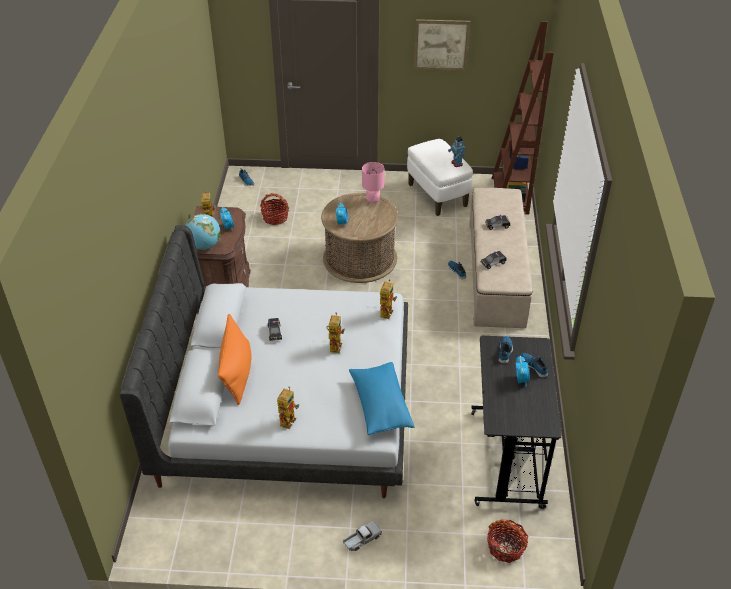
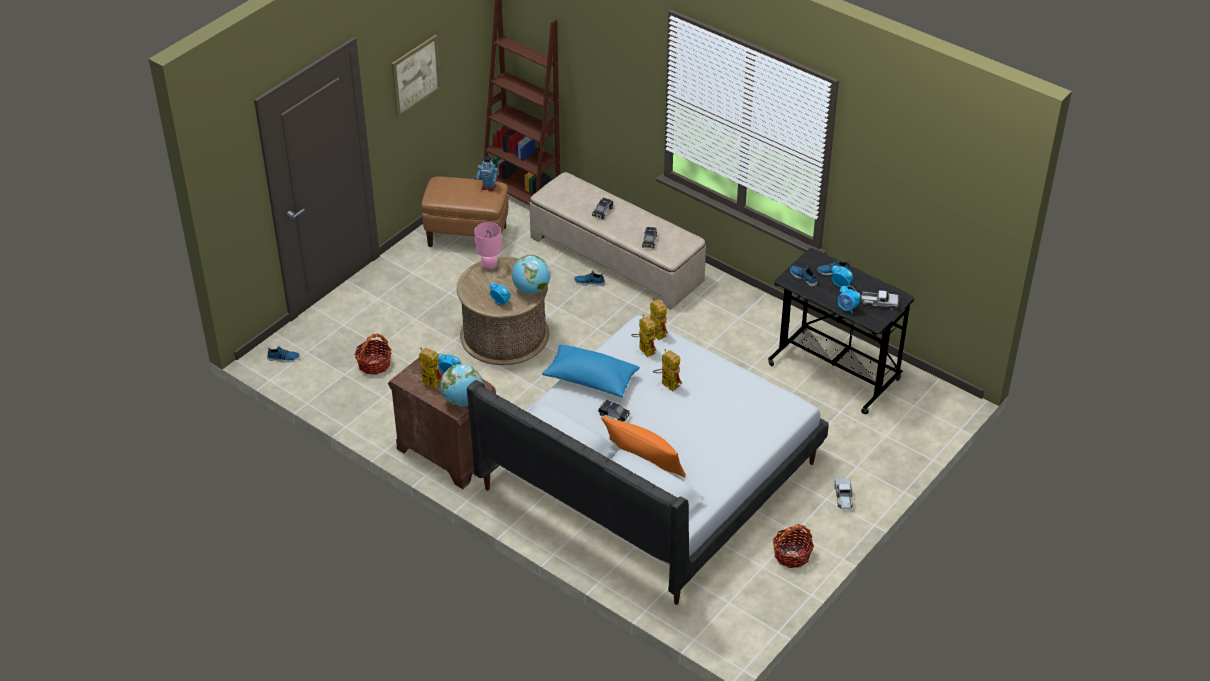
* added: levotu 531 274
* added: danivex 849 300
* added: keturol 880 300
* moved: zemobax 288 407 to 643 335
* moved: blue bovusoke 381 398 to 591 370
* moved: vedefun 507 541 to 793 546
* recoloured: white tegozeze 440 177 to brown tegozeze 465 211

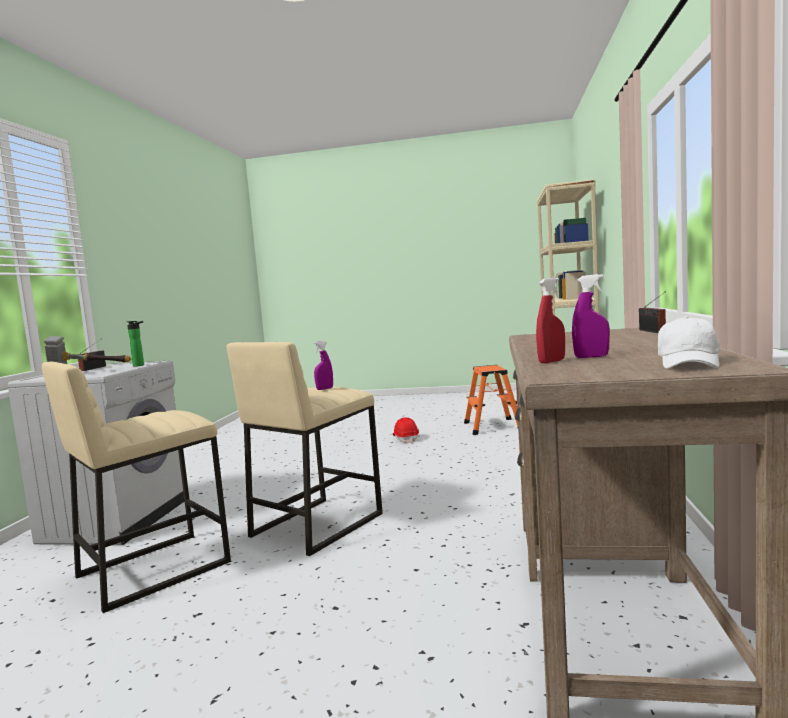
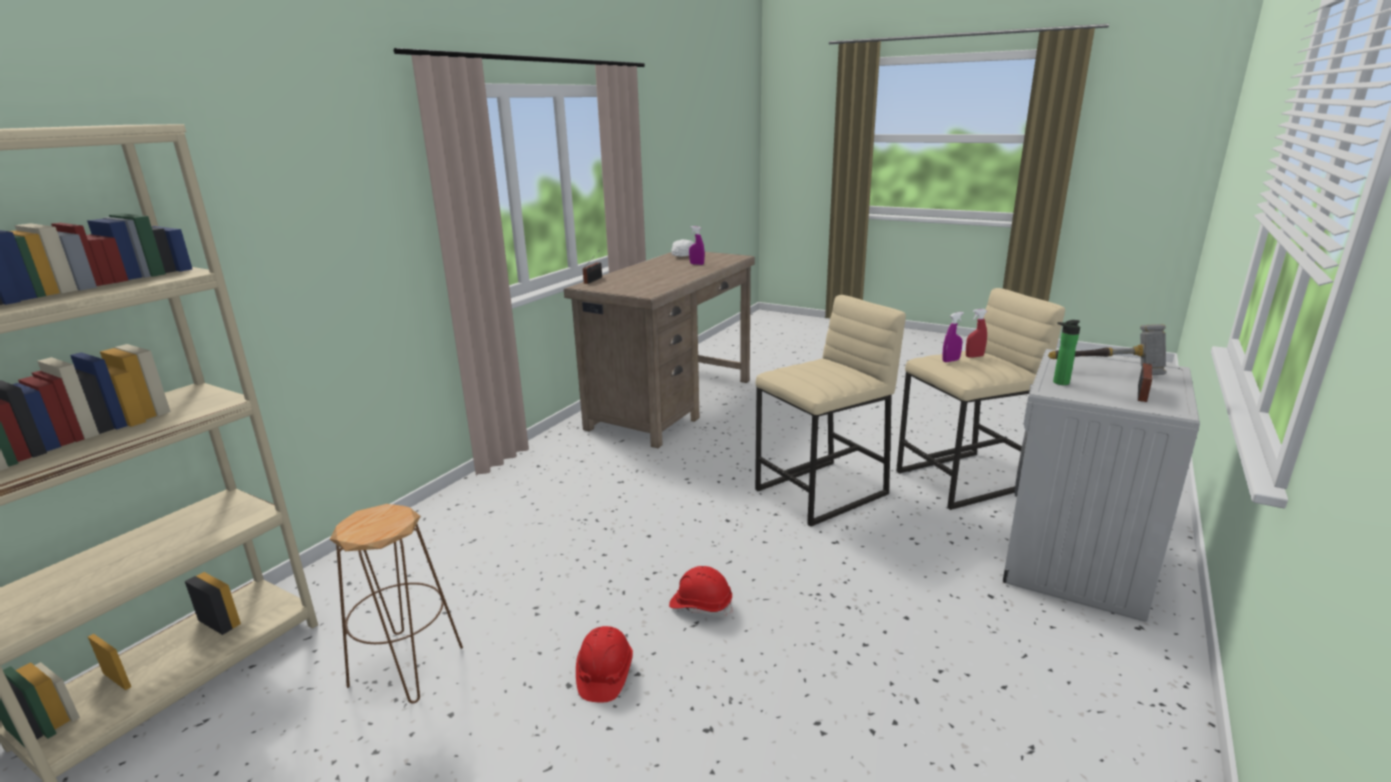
* added: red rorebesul 701 591
* moved: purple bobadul 323 365 to 953 337
* moved: red bobadul 550 320 to 976 333
* replaced: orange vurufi 491 400 to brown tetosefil 396 604

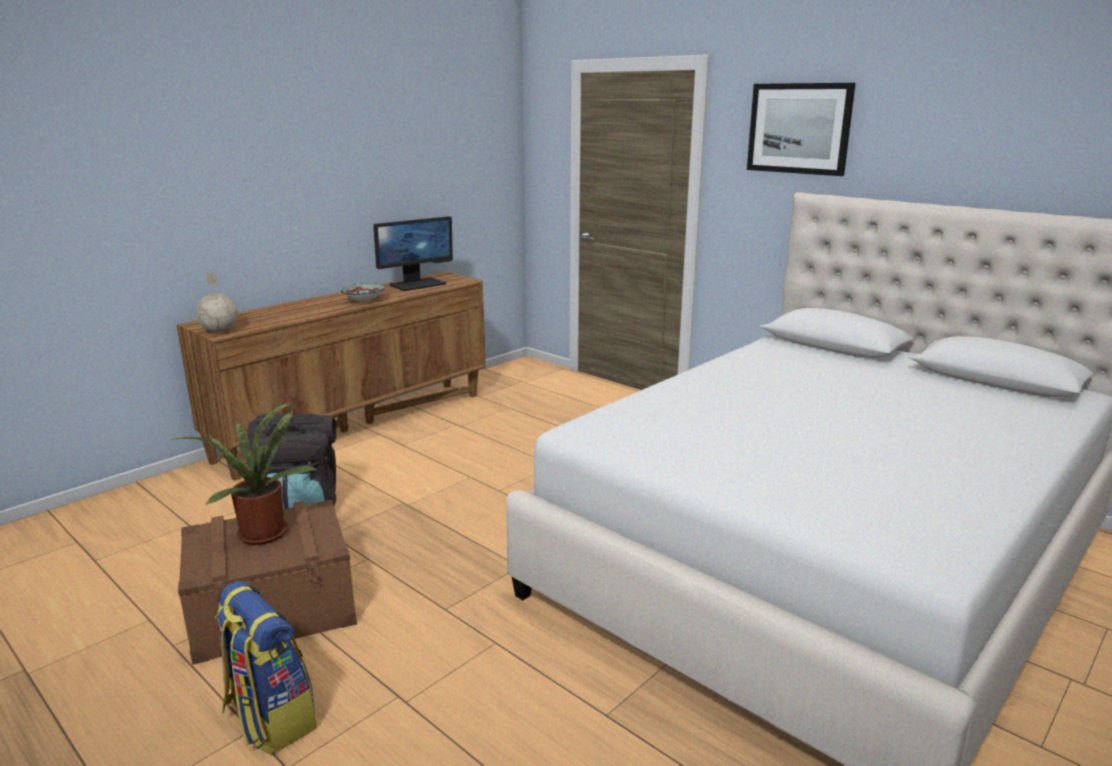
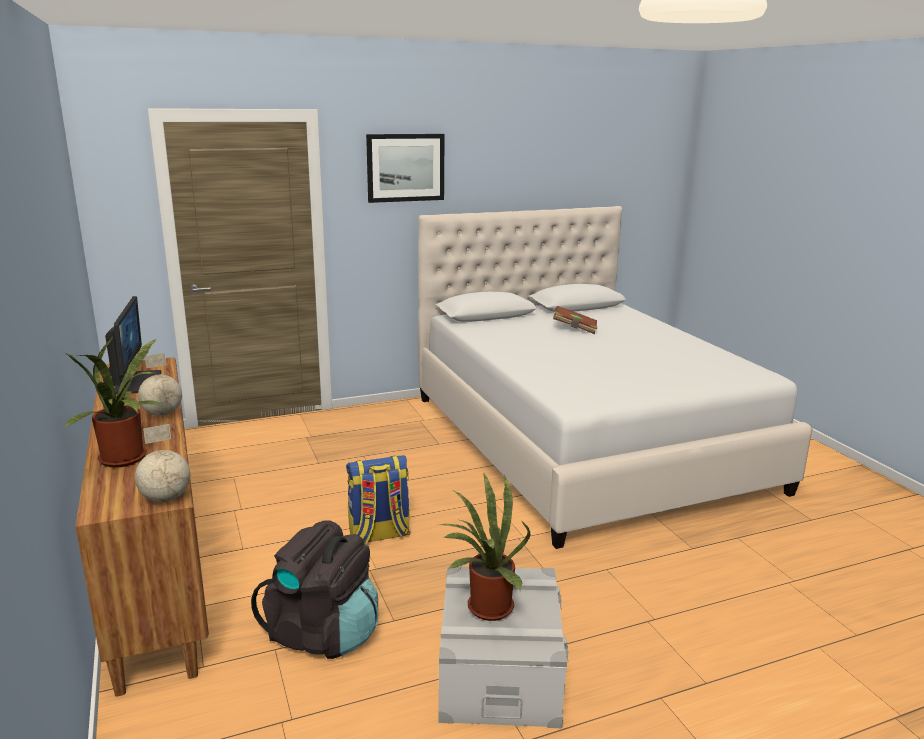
* added: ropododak 113 401
* added: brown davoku 575 320
* moved: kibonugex 266 668 to 378 499
* replaced: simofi 363 292 to levotu 160 384
* recoloured: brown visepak 267 582 to grey visepak 504 647

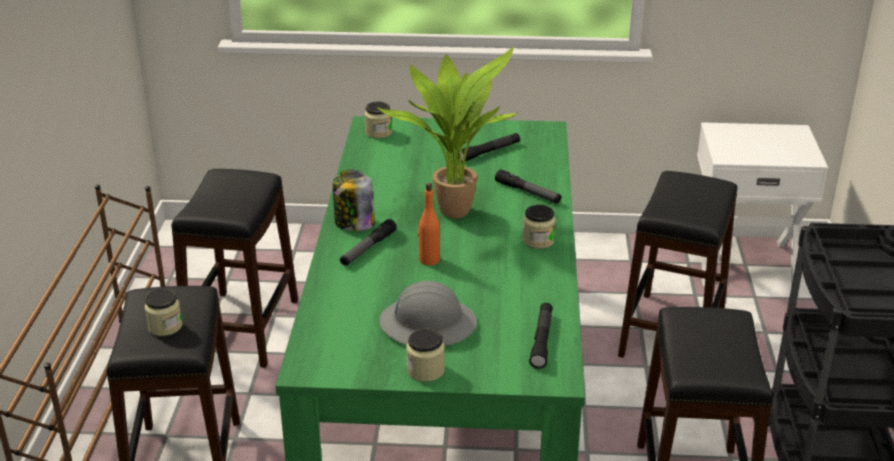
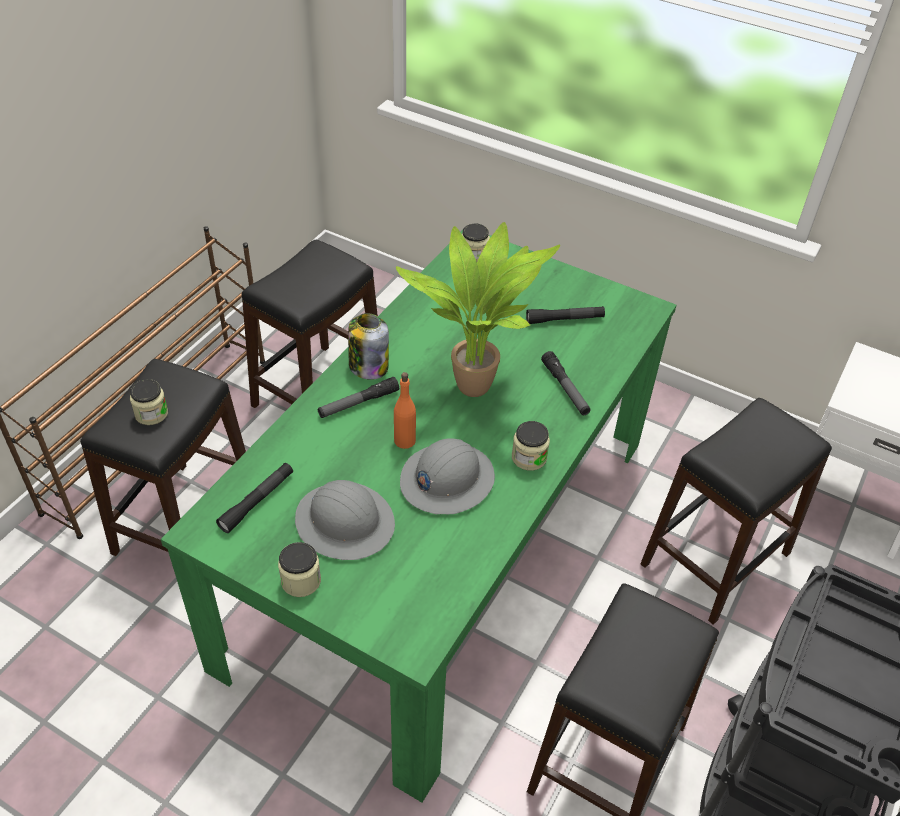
* added: grey rorebesul 447 476
* moved: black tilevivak 541 336 to 254 498

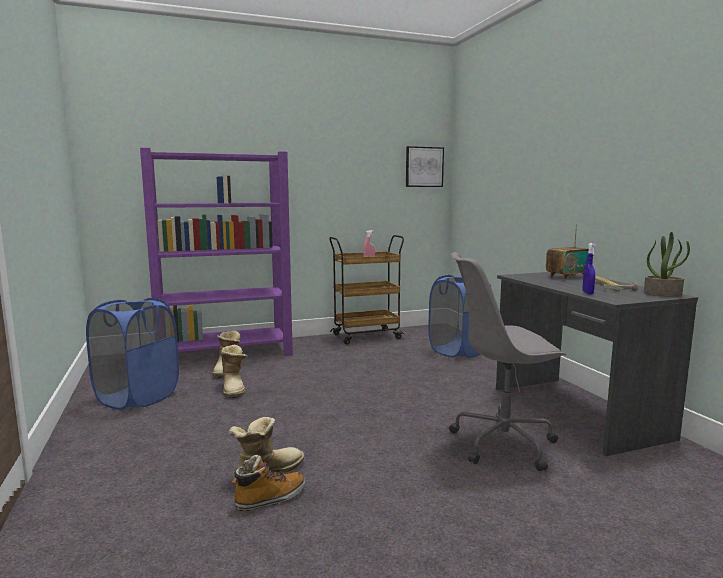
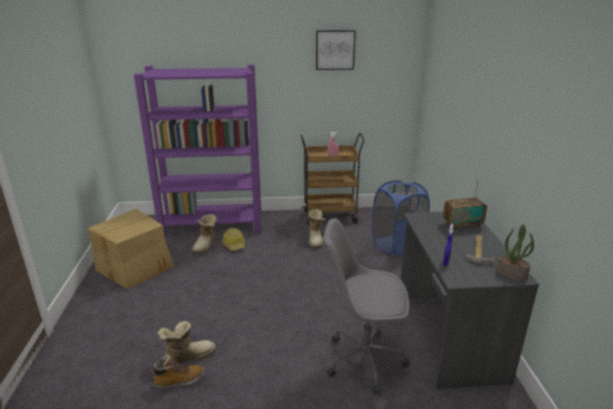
* added: rorebesul 233 239
* moved: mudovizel 234 372 to 317 228
* moved: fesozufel 425 166 to 336 50
* replaced: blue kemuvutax 132 354 to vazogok 131 249

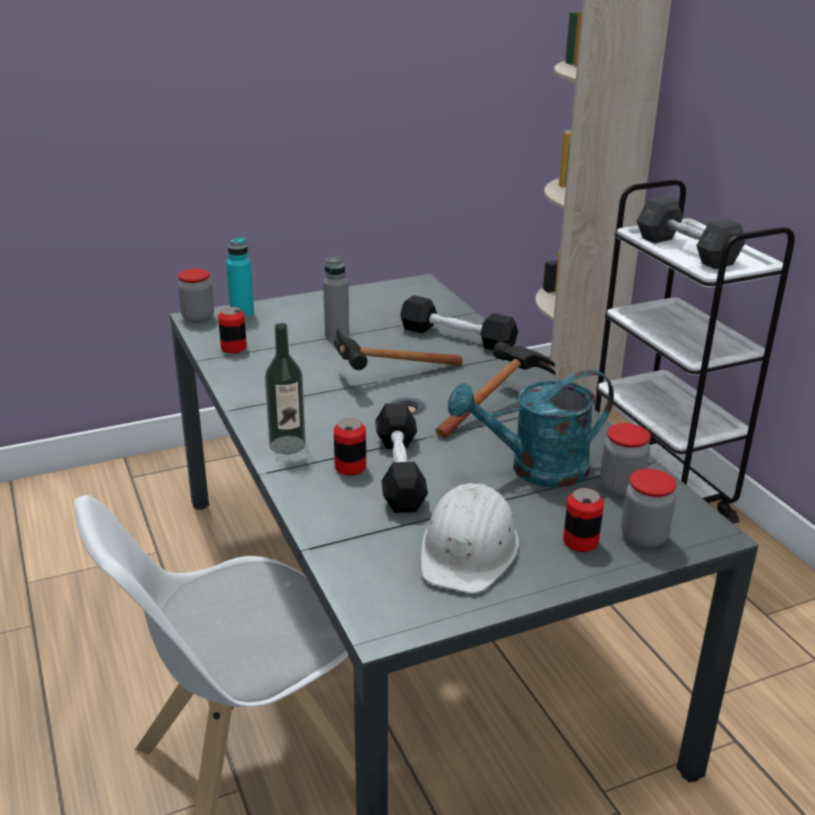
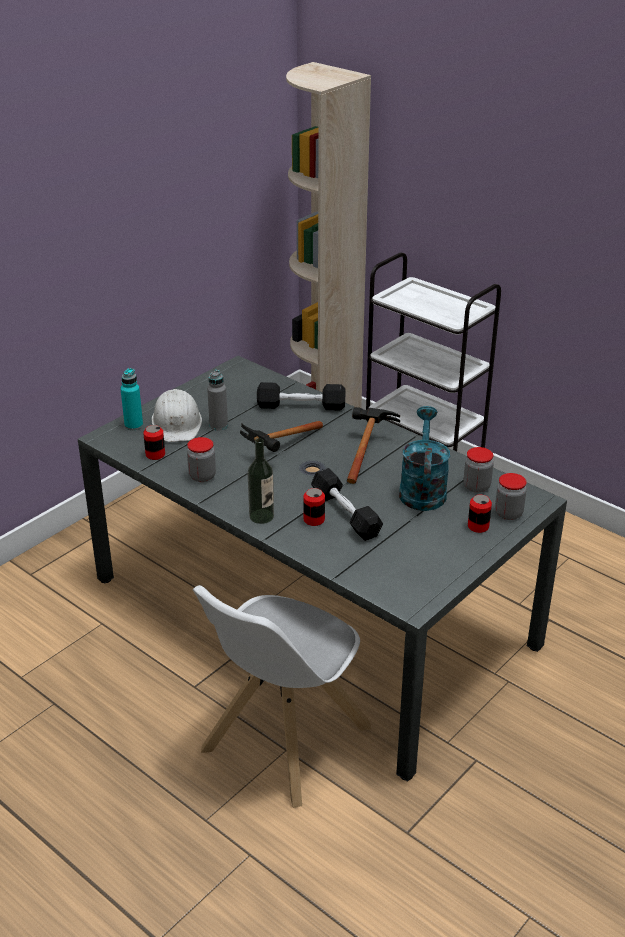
* removed: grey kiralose 691 232
* moved: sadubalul 196 296 to 201 459
* moved: white rorebesul 469 538 to 176 415
* turned: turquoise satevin 531 429 = 424 458 135 degrees clockwise

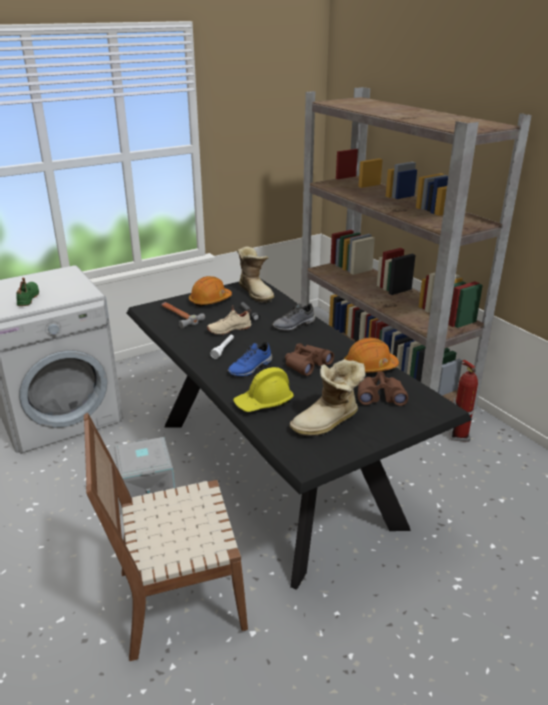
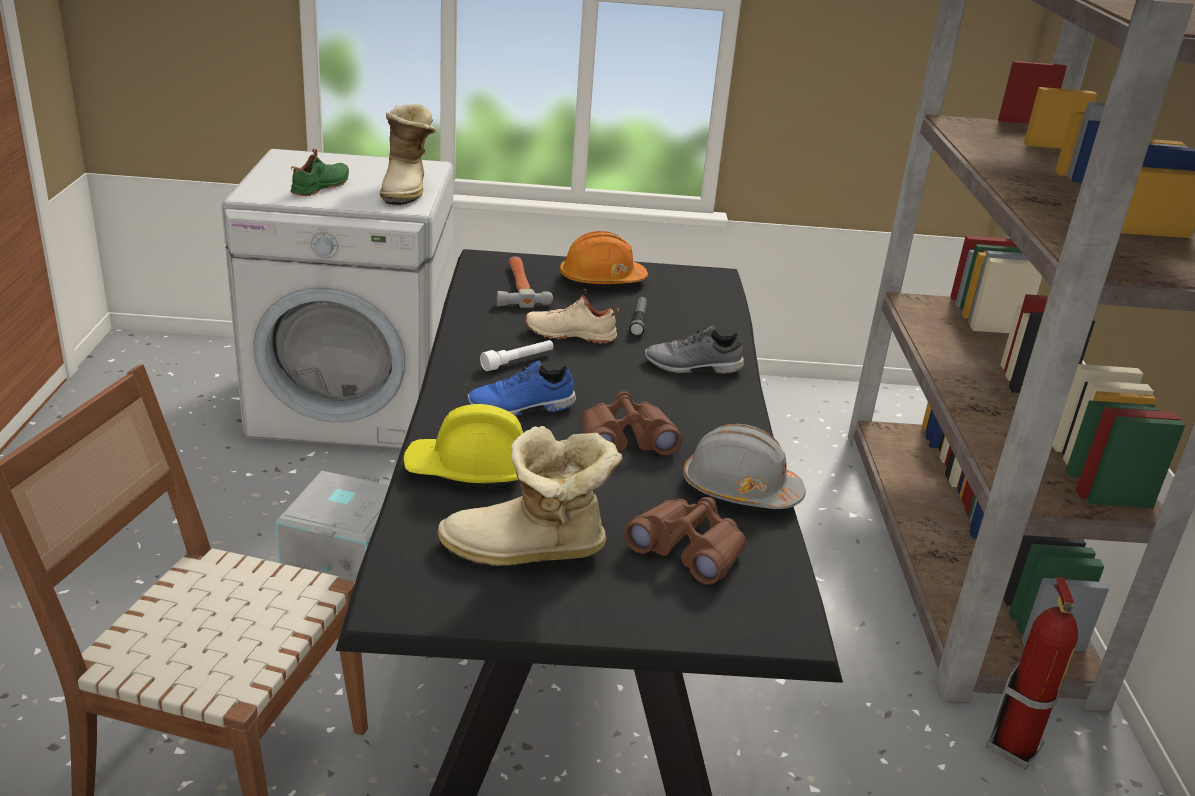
* moved: mudovizel 255 275 to 408 154
* recoloured: orange rorebesul 371 355 to grey rorebesul 744 466

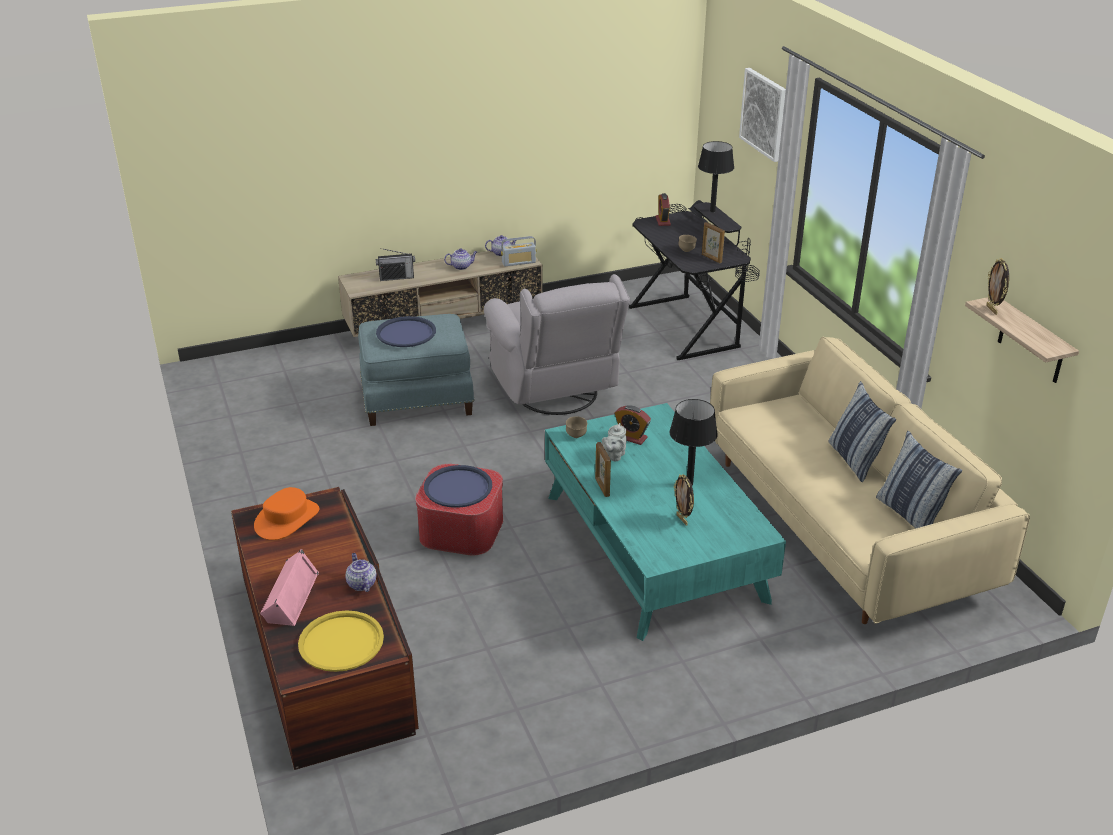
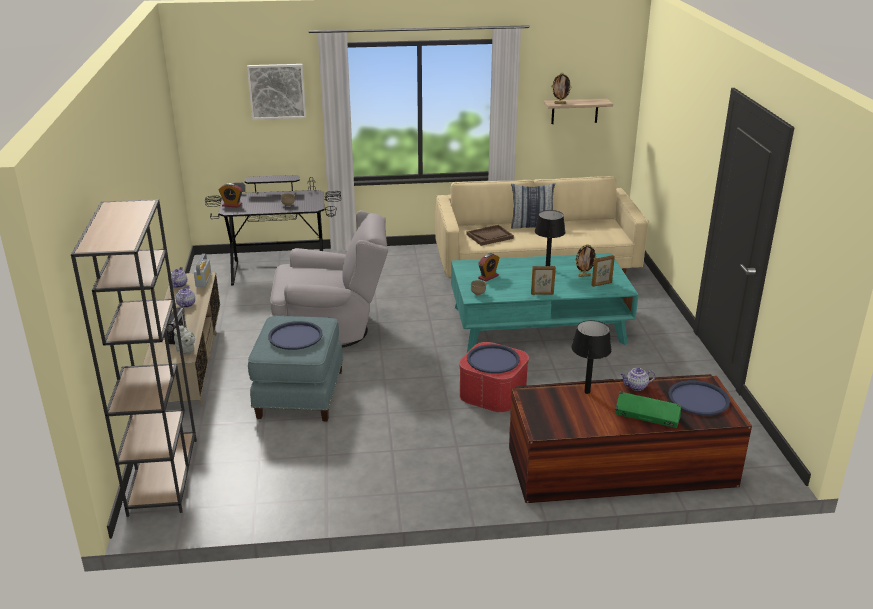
* removed: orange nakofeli 286 513
* removed: bovusoke 919 479
* added: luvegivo 134 358
* added: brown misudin 490 235
* moved: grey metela 614 442 to 184 340
* moved: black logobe 716 176 to 591 357
* moved: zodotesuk 713 242 to 603 271
* recoloured: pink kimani 289 587 to green kimani 648 409
* recoloured: yellow misudin 341 641 to blue misudin 699 398

